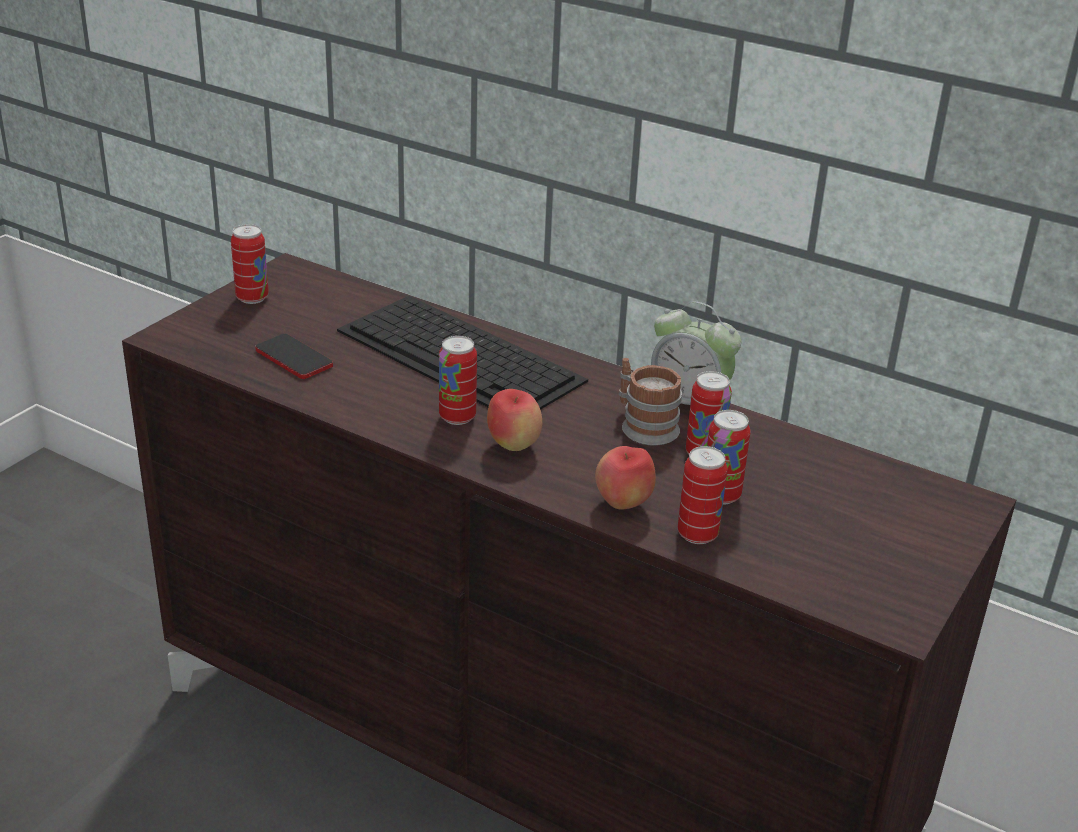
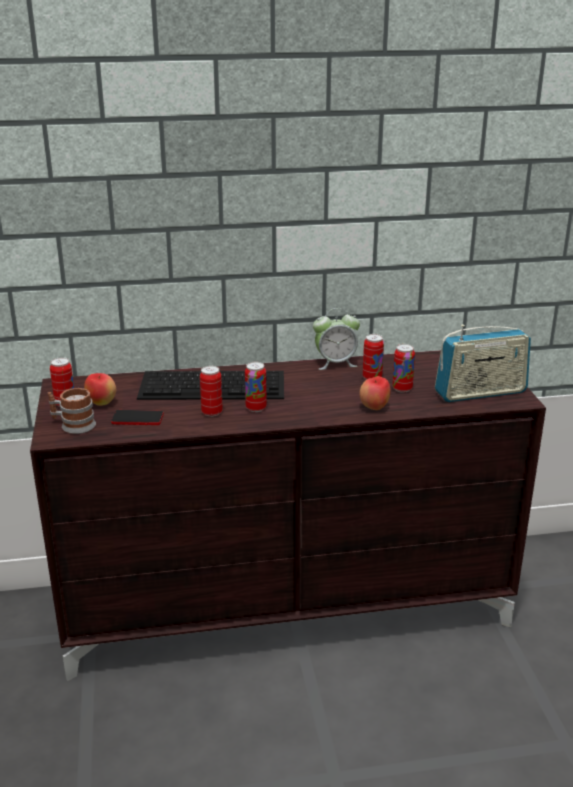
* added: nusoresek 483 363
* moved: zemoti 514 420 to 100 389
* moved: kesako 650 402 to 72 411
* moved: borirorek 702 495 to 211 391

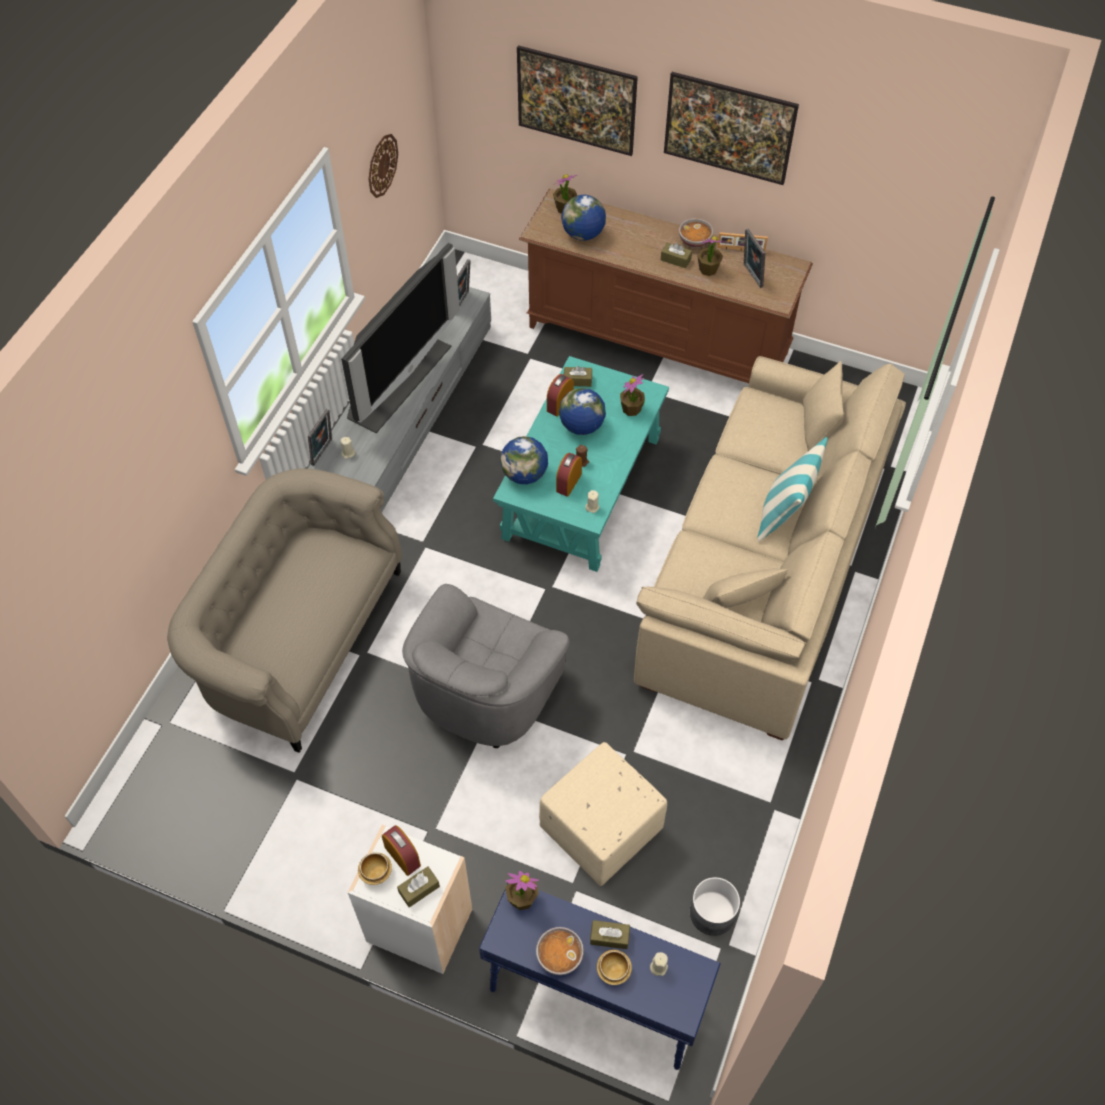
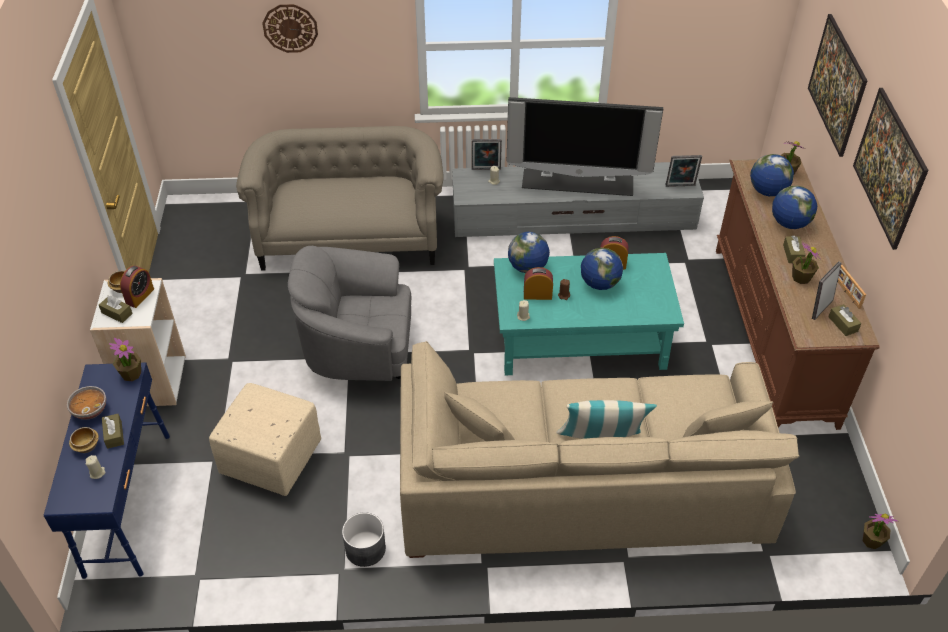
* removed: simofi 696 233
* added: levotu 794 207
* moved: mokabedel 383 166 to 290 28
* moved: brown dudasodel 578 376 to 844 320
* moved: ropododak 632 395 to 880 531
* moved: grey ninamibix 715 906 to 364 539

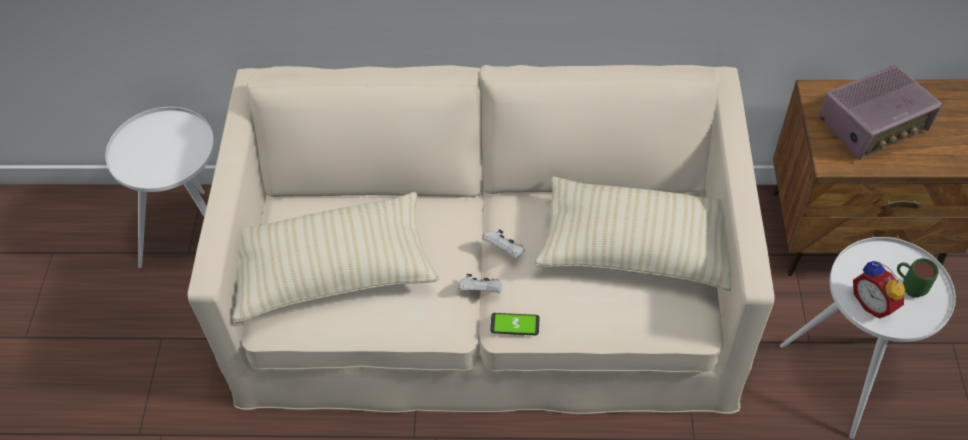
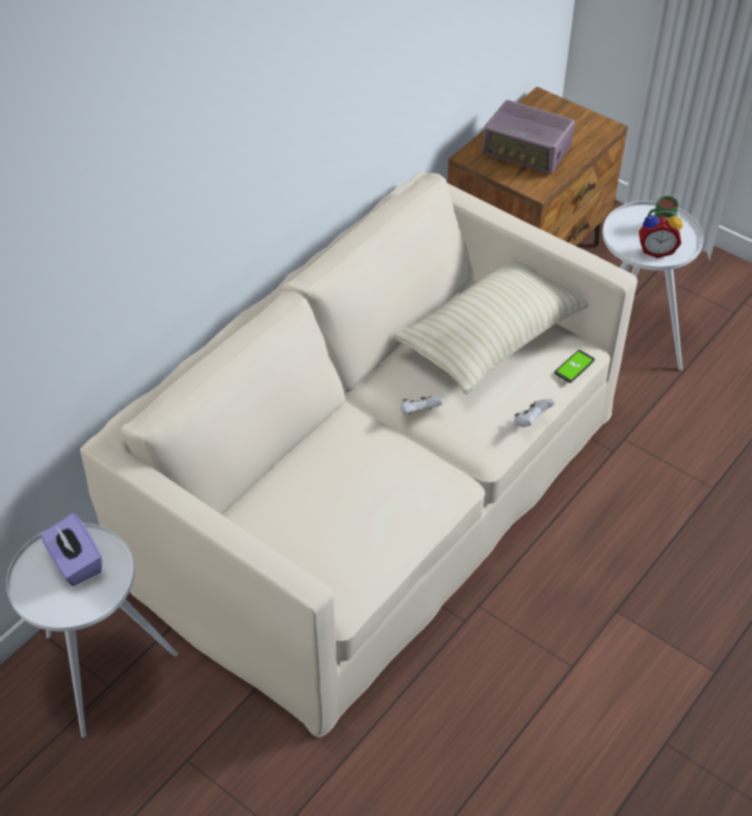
* removed: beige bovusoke 336 257
* added: purple dudasodel 71 549
* moved: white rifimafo 480 283 to 534 413
* moved: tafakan 515 324 to 574 366
* turned: nusoresek 880 112 = 528 137 105 degrees clockwise

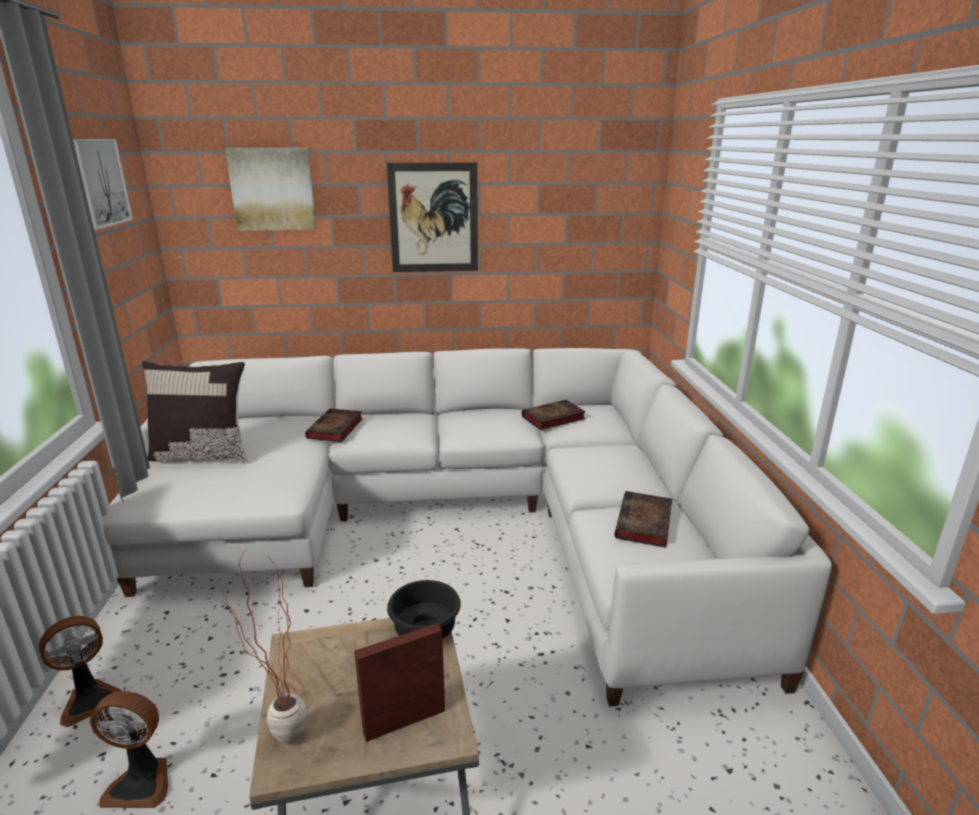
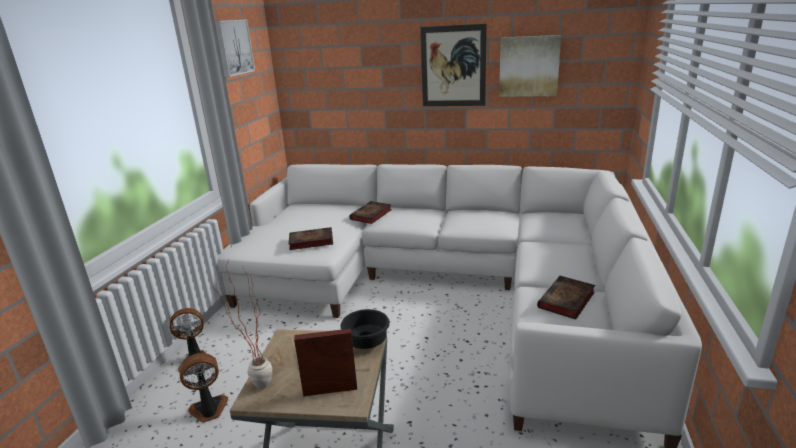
* removed: bovusoke 195 412
* moved: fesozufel 270 189 to 530 66
* moved: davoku 554 415 to 310 238
* turned: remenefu 129 749 = 203 388 135 degrees clockwise

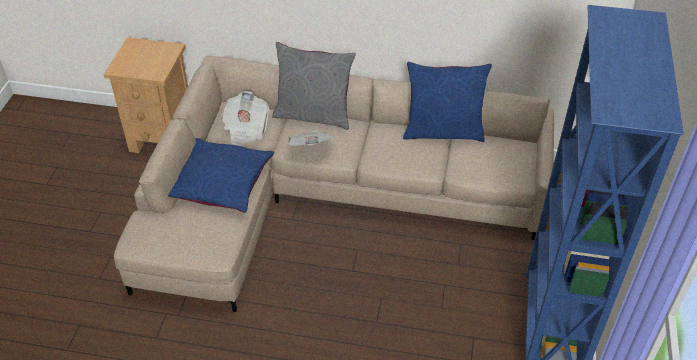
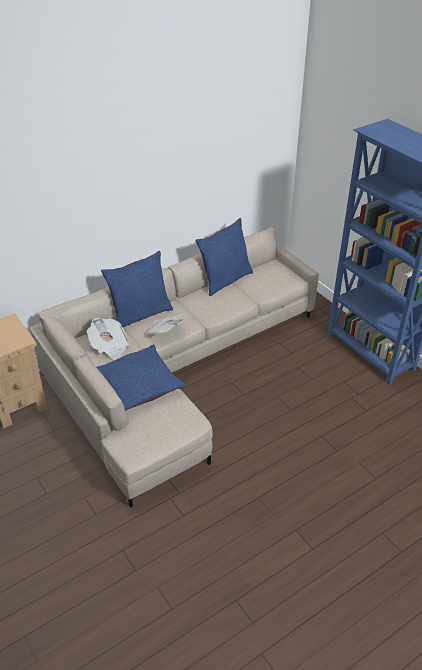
* recoloured: grey bovusoke 314 86 to blue bovusoke 137 289

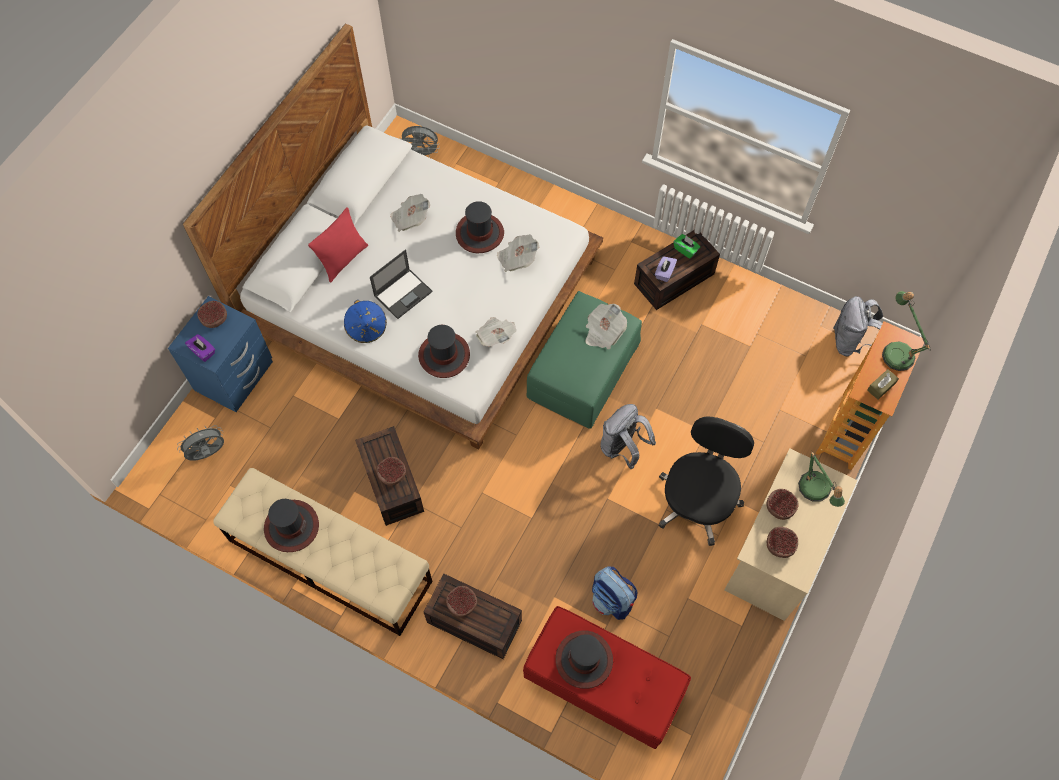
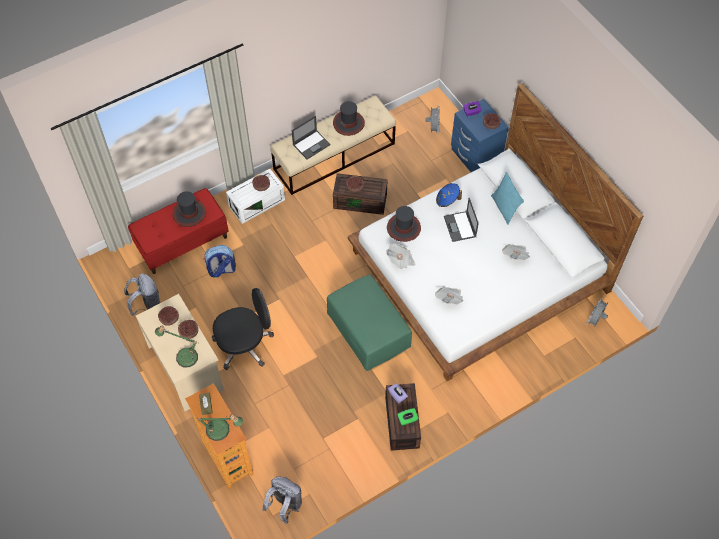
* removed: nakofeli 480 227
* removed: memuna 606 326
* added: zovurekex 311 138
* moved: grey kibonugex 628 436 to 142 294
* recoloured: red bovusoke 338 244 to turquoise bovusoke 507 198
* recoloured: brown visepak 473 616 to white visepak 255 196
* turned: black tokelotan 706 481 = 243 329 75 degrees counterclockwise

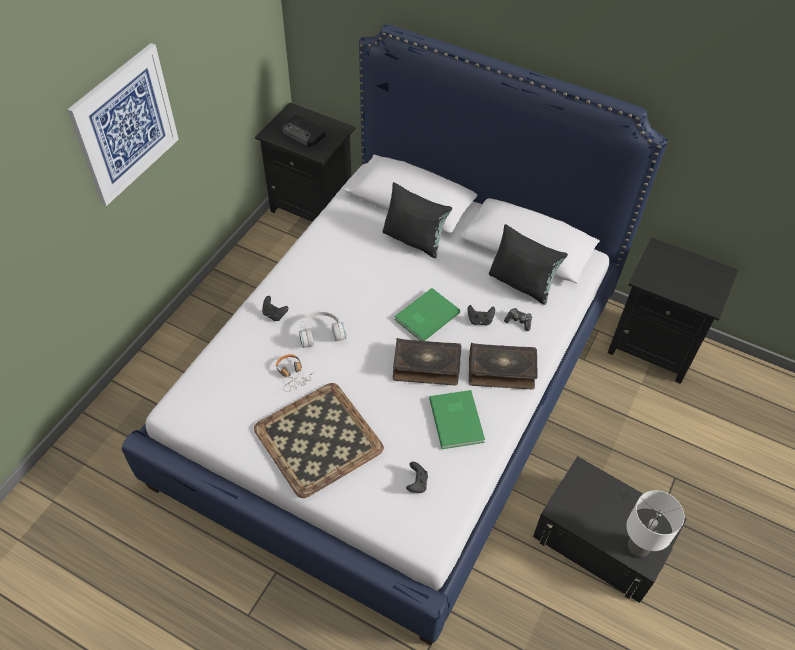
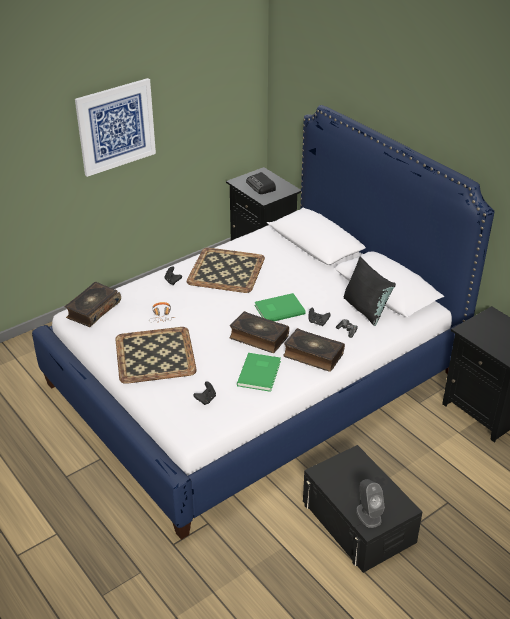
* removed: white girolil 323 329
* removed: black bovusoke 417 220
* added: davoku 93 304
* added: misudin 226 270
* replaced: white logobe 655 523 to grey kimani 370 503

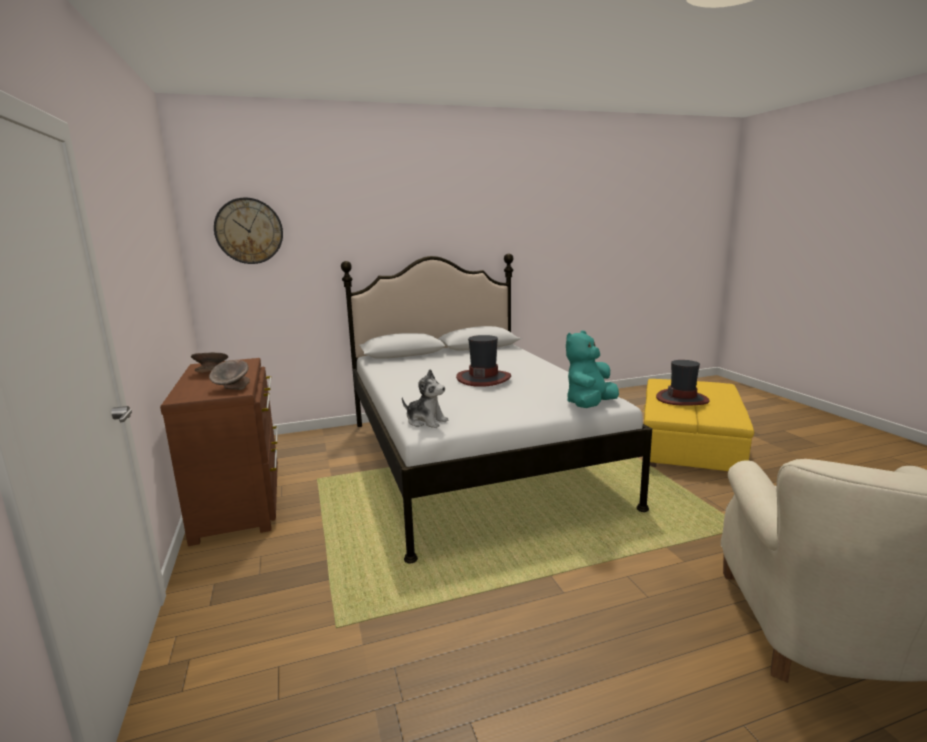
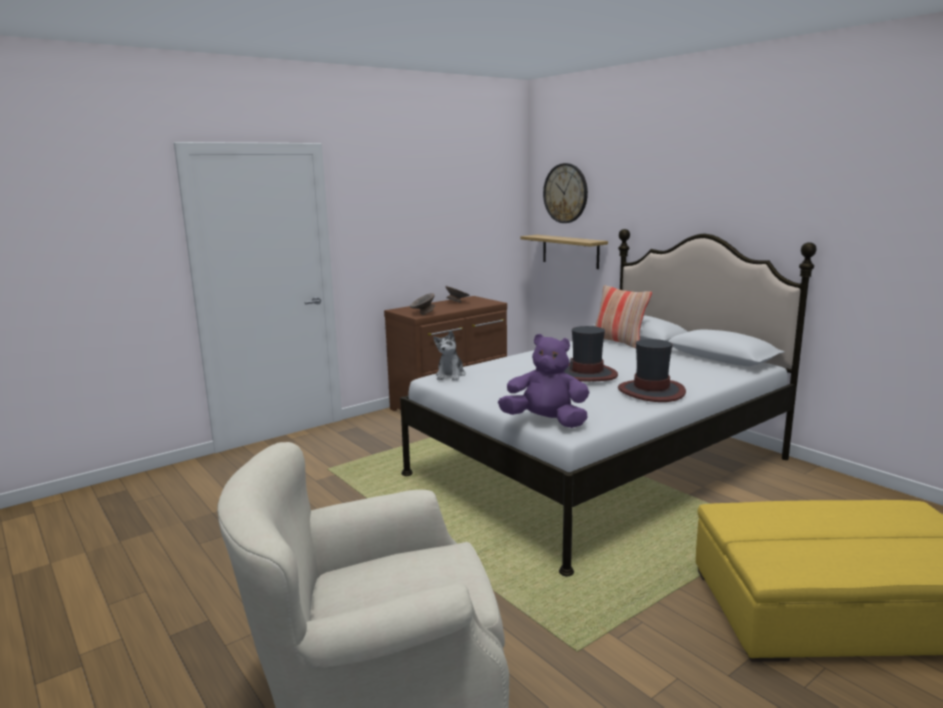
* added: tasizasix 564 252
* added: bovusoke 623 317
* moved: nakofeli 683 382 to 652 370
* recoloured: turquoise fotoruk 592 369 to purple fotoruk 544 381

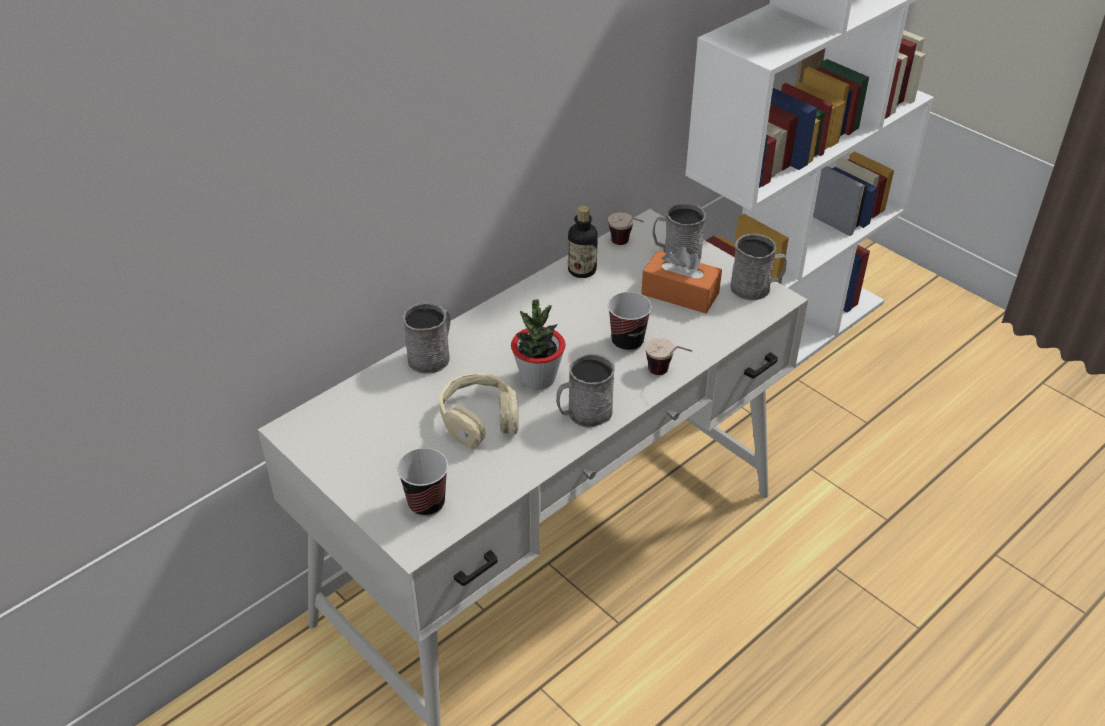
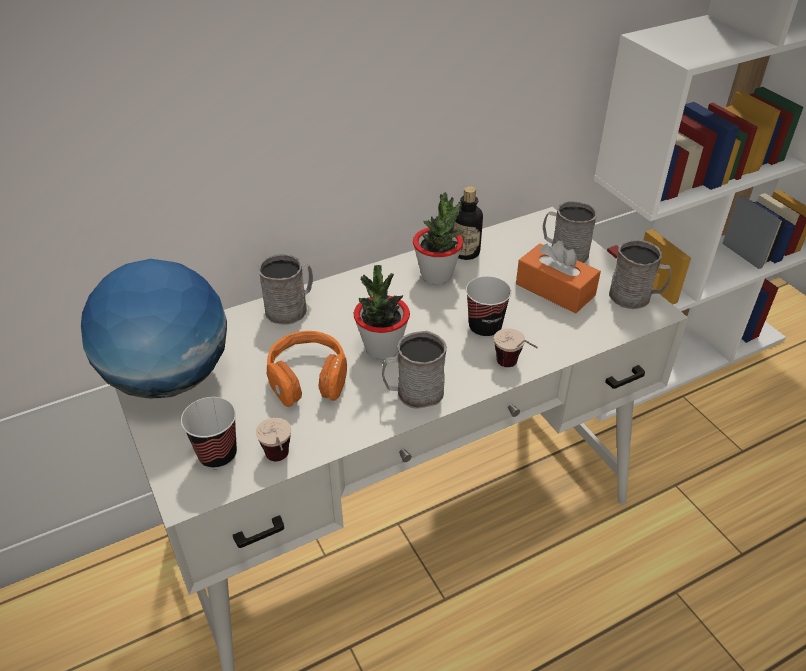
* added: levotu 154 329
* added: ropododak 438 238
* moved: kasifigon 626 228 to 273 439
* recoloured: beige girolil 479 411 to orange girolil 307 369

